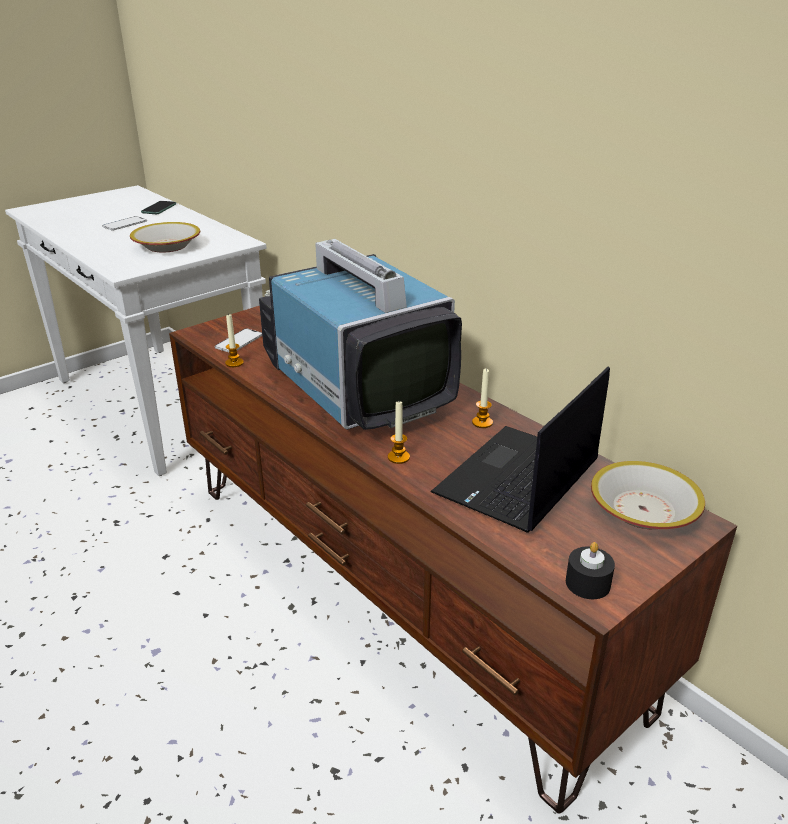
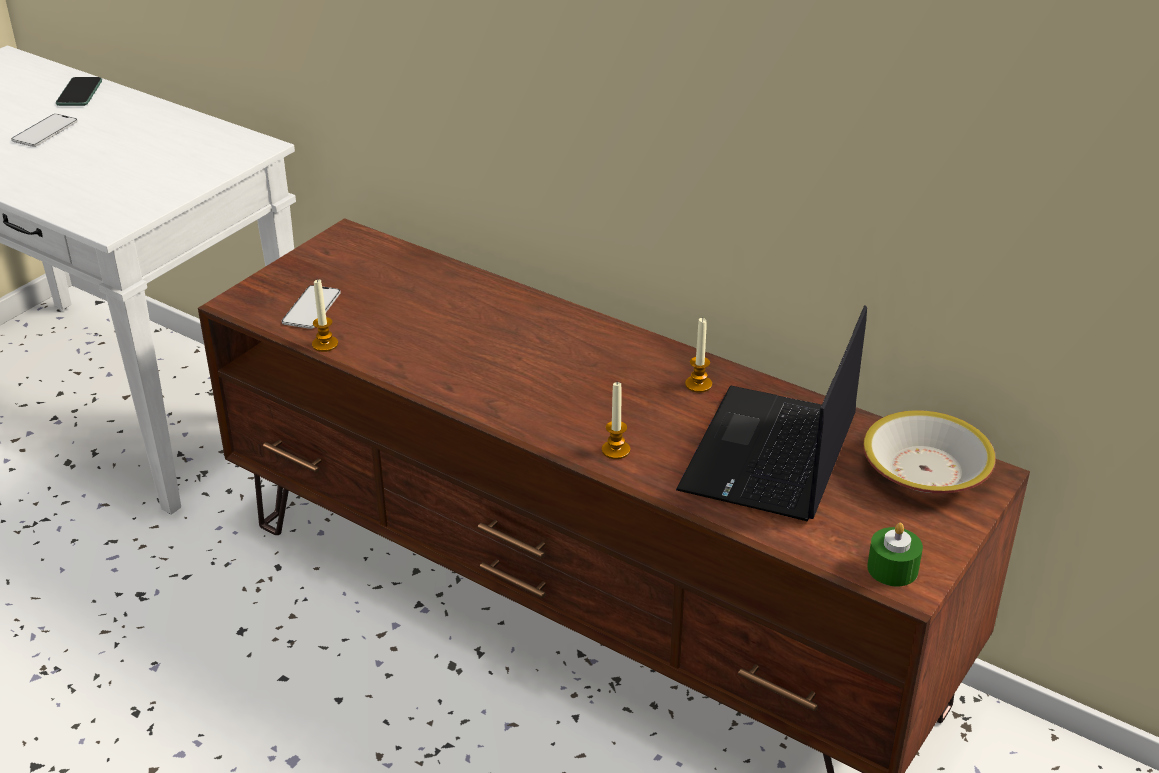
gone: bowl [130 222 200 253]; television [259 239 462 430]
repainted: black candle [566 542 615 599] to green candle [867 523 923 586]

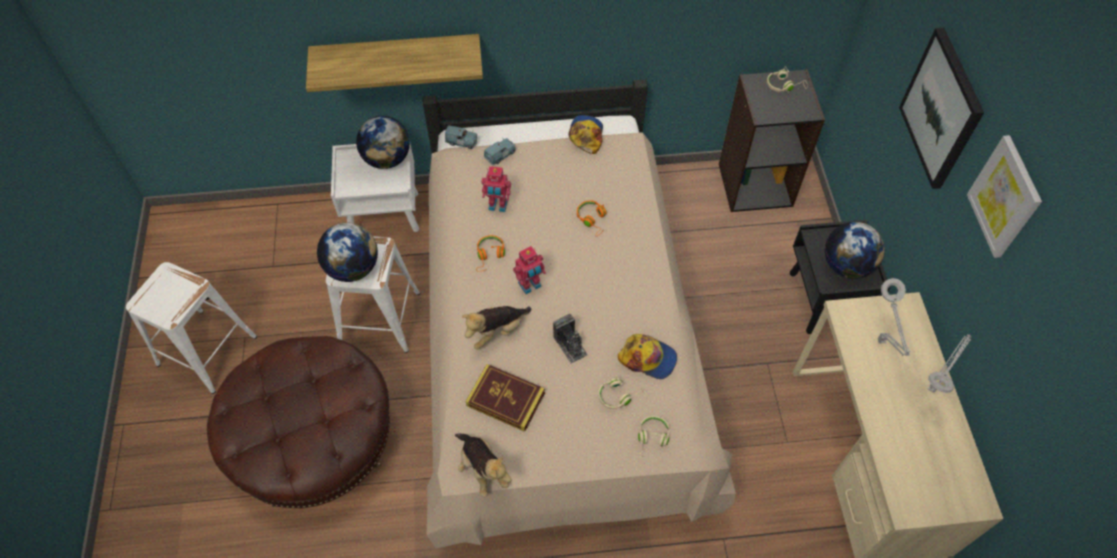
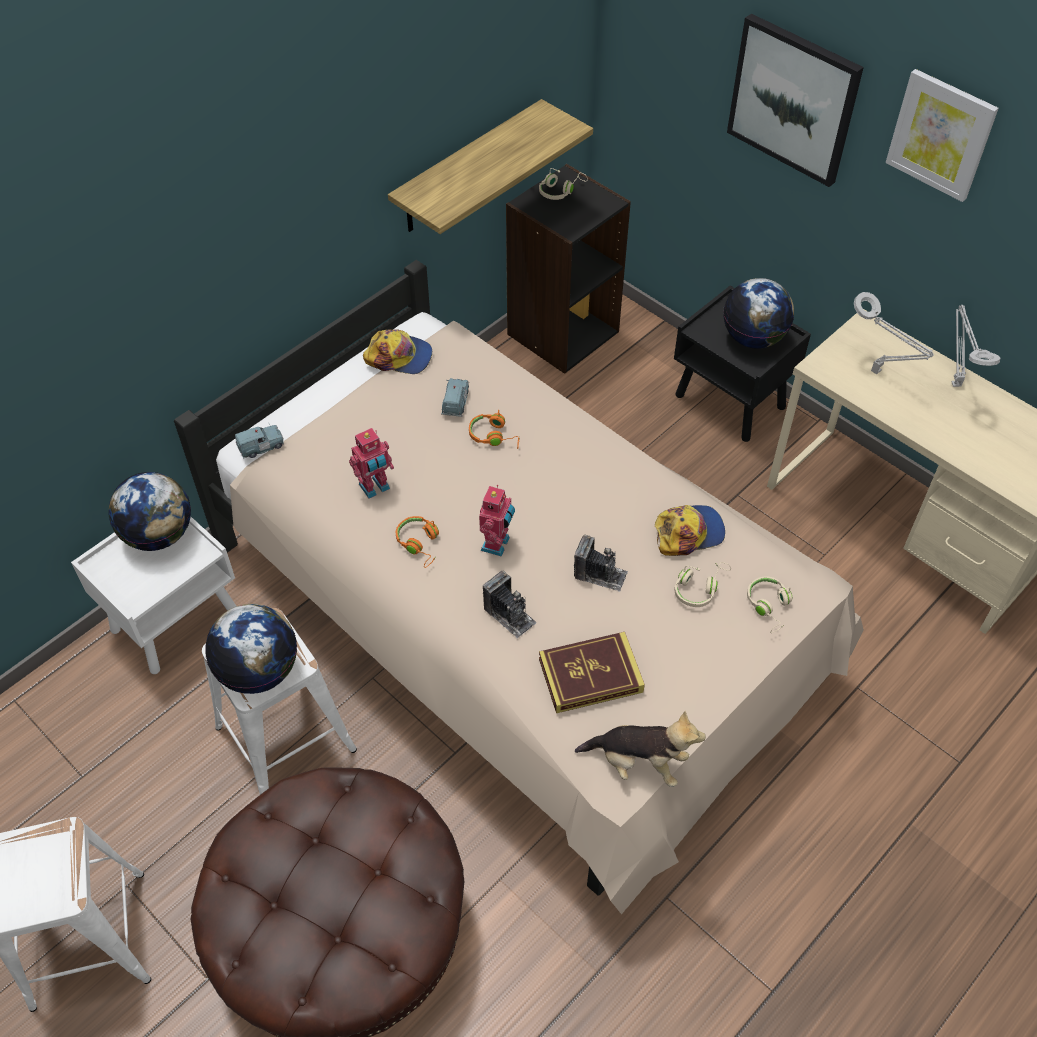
shifted: shelf [306 34 483 92] to [388 99 593 234]; blue toy car [484 138 516 166] to [441 378 469 417]
swapped: plush toy [462 306 531 350] to photo camera [483 571 537 639]
rotated: cap [568 115 603 154] = [363 329 432 374] 135 degrees clockwise

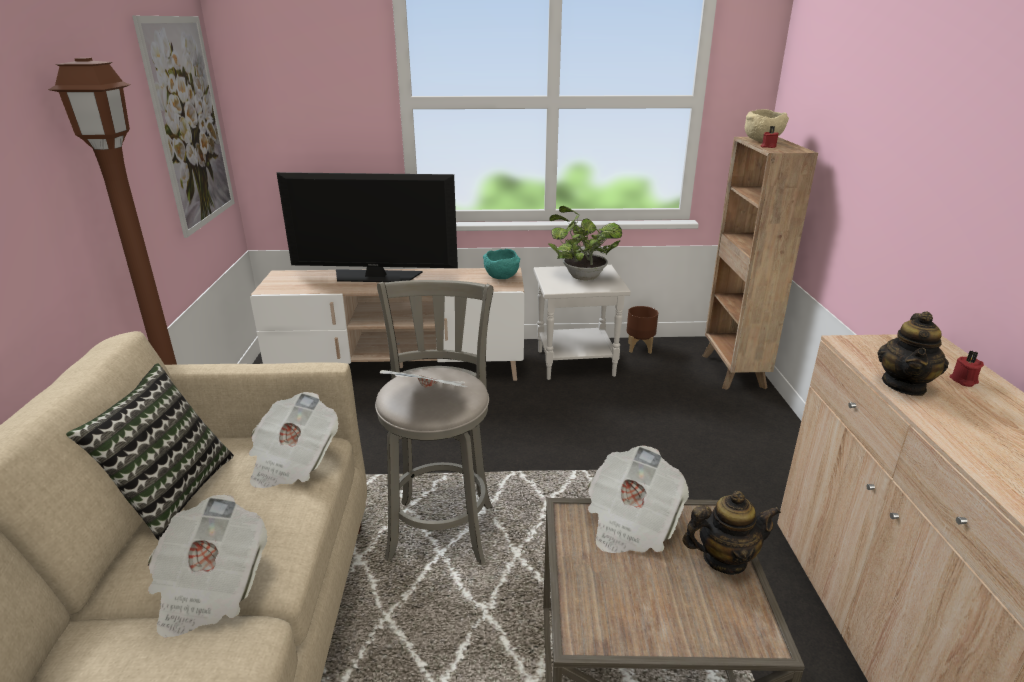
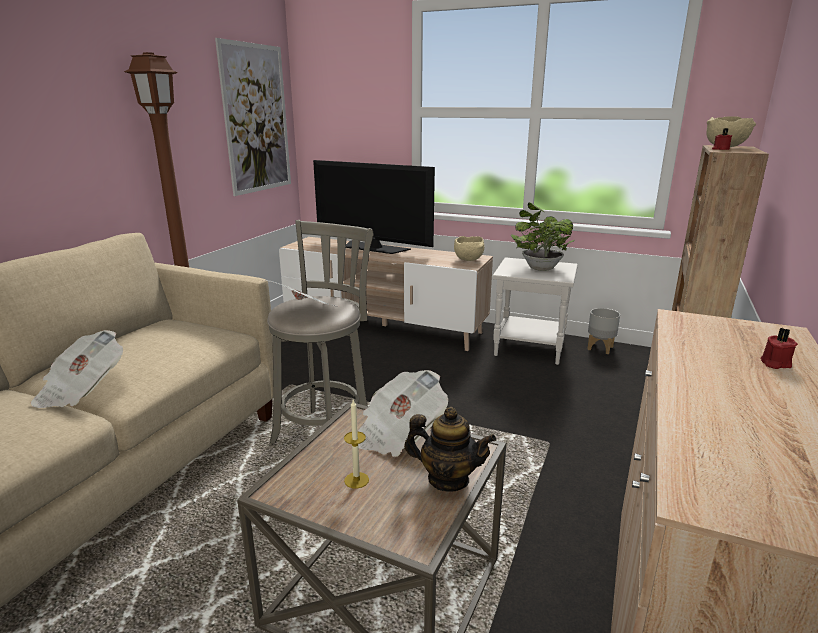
gone: pillow [66 363 234 541]; newspaper [249 392 339 488]; teapot [878 311 949 396]
new: candle [344 400 369 488]
repainted: turquoise bowl [483 249 520 279] to beige bowl [454 236 484 261]; brown planter [627 306 658 354] to grey planter [587 308 620 354]

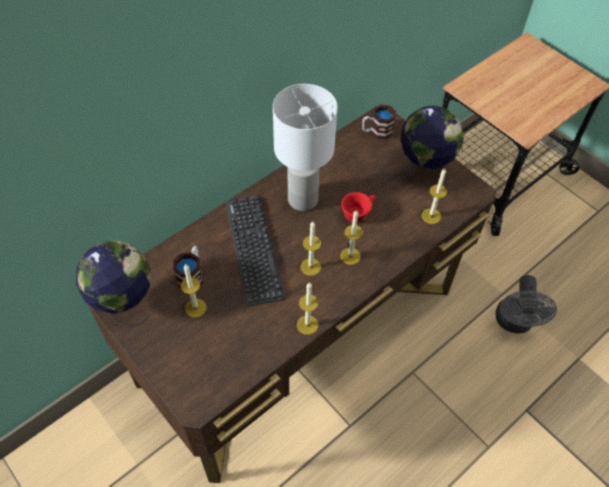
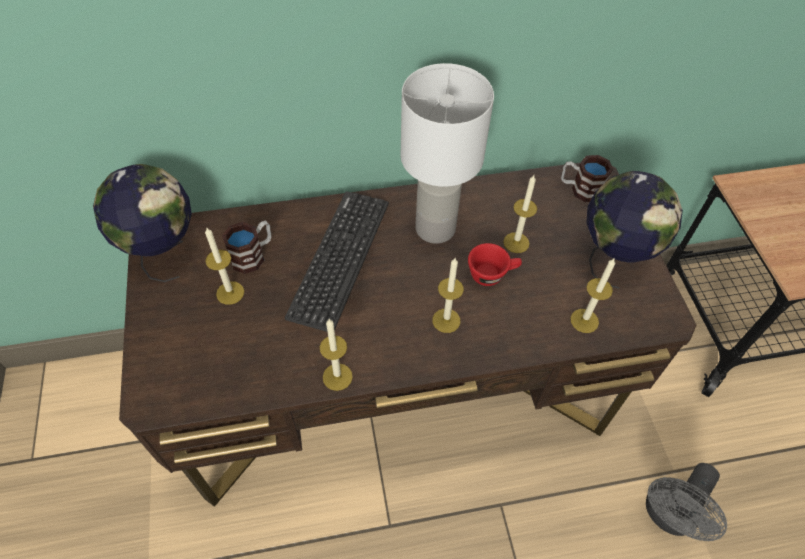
shifted: candle [300 221 321 276] to [503 175 537 253]

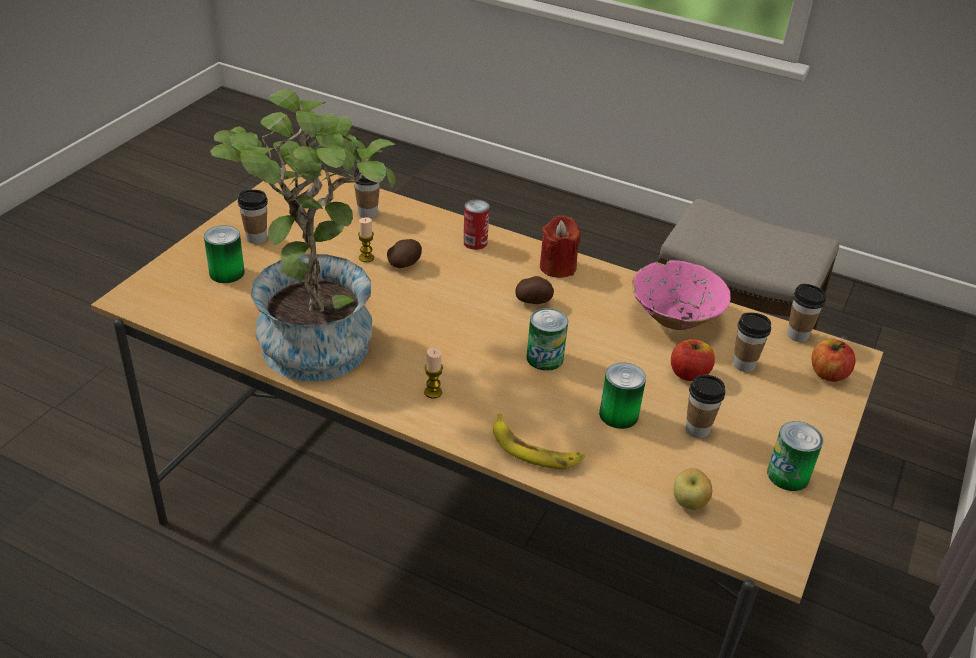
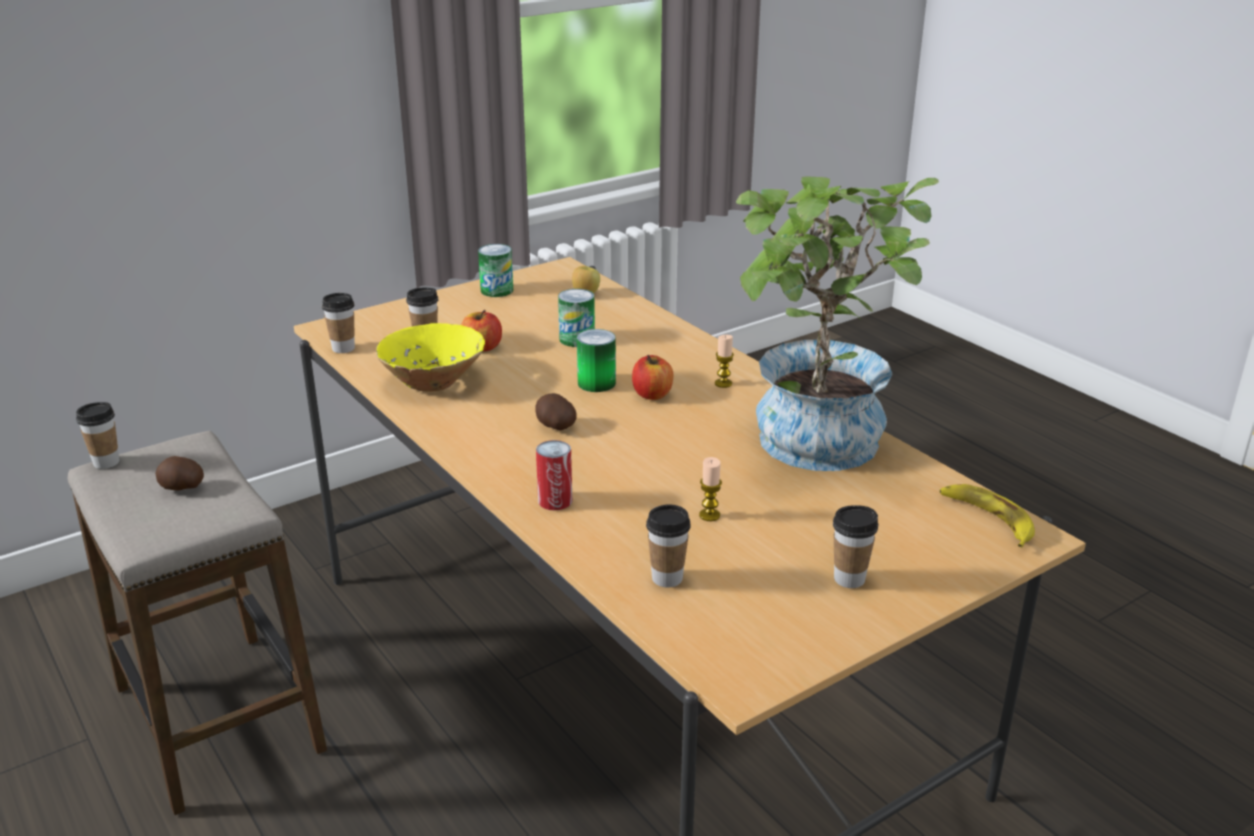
gone: can [204 225 244 283]; red candle [540 215 581 278]
shifted: potato [387 239 422 268] to [155 456 204 490]; banana [493 414 585 469] to [939 484 1035 548]; cup [685 375 725 438] to [76 402 119 469]; apple [812 339 855 382] to [632 355 673 400]
repainted: pink bowl [632 260 731 330] to yellow bowl [375 323 485 392]

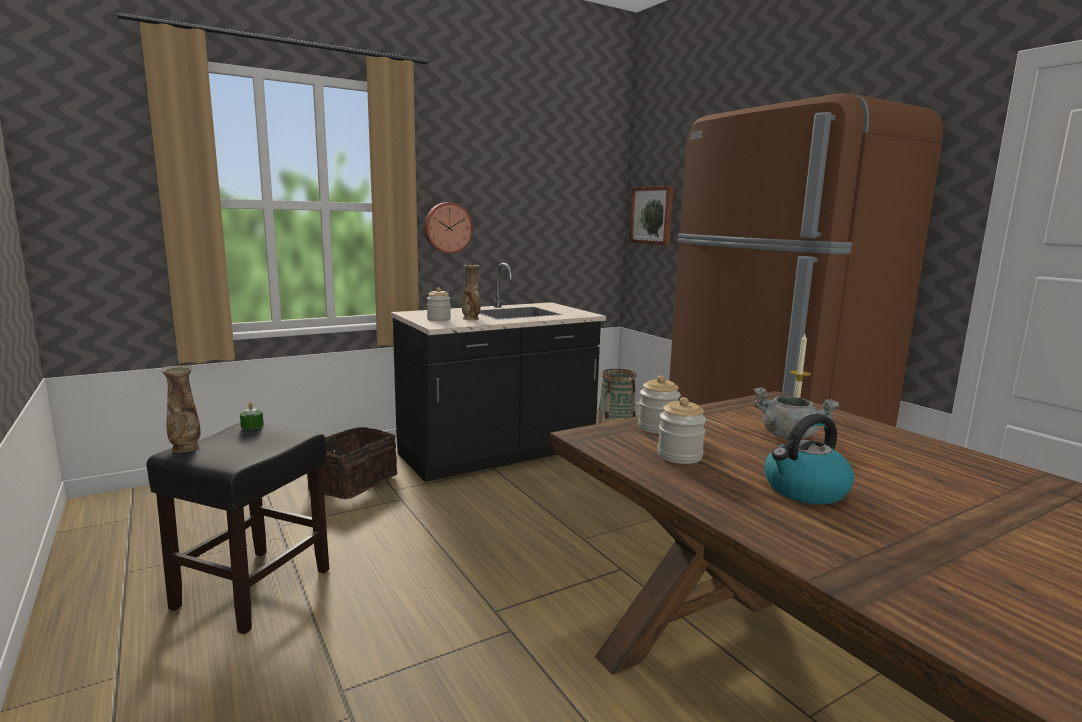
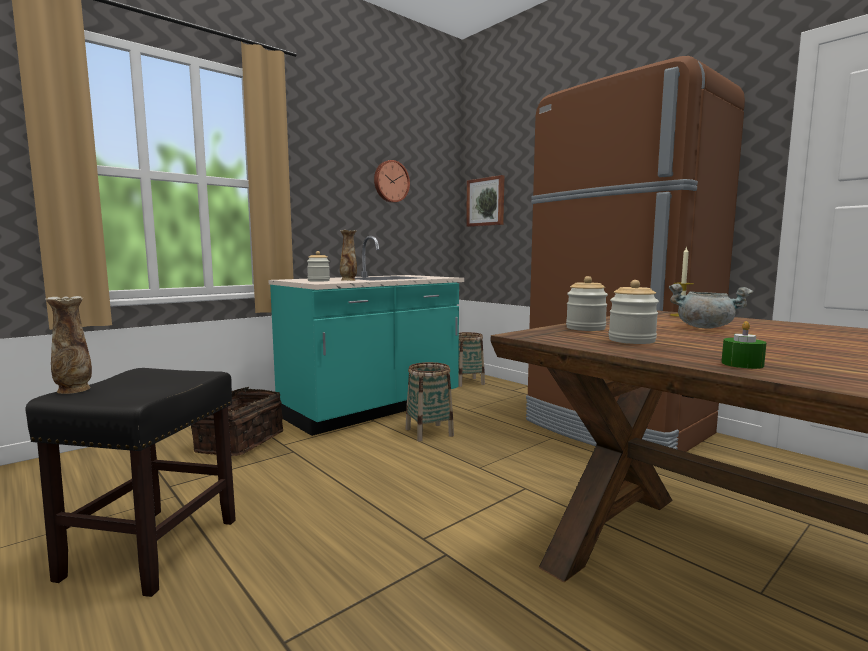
gone: kettle [764 414 854 504]
new: basket [406 362 454 442]
shifted: green candle [240 402 264 430] to [721 321 767 369]; wall clock [424 202 473 254] to [374 160 410 203]
repainted: black counter [391 263 606 482] to turquoise counter [269 236 464 436]

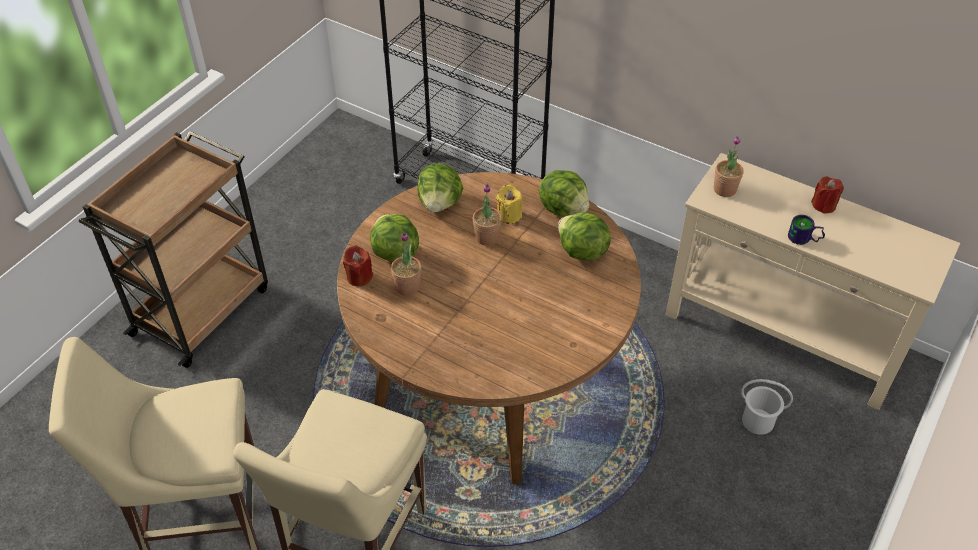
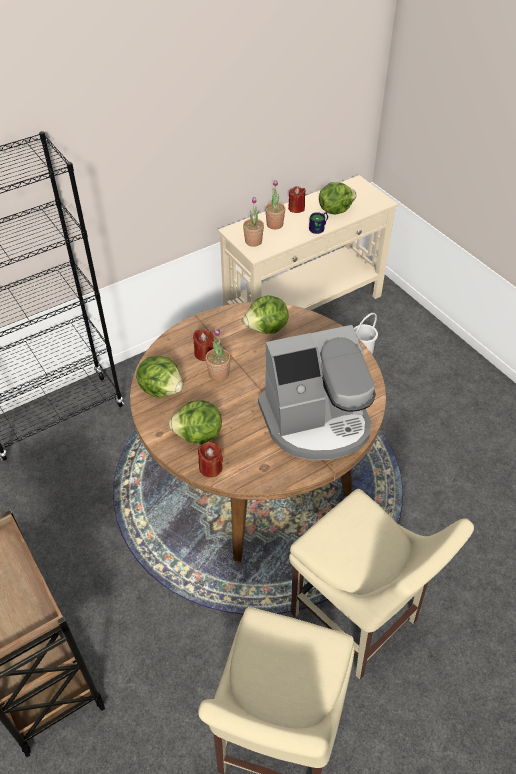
new: coffee machine [258 325 376 460]
shifted: potted plant [391 232 422 296] to [265 180 285 229]; lettuce [539 170 589 216] to [319 182 357 214]
repainted: yellow candle [496 185 522 224] to red candle [193 329 214 361]

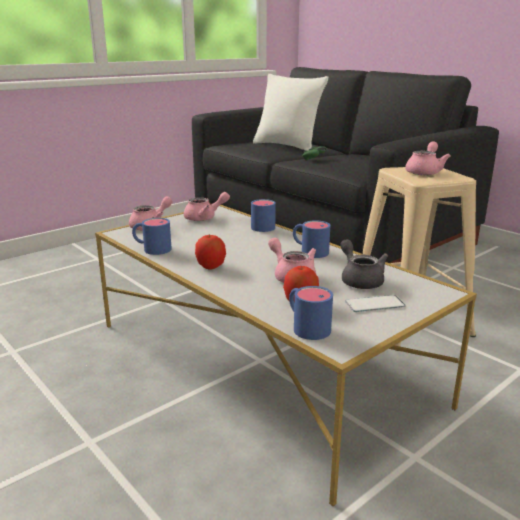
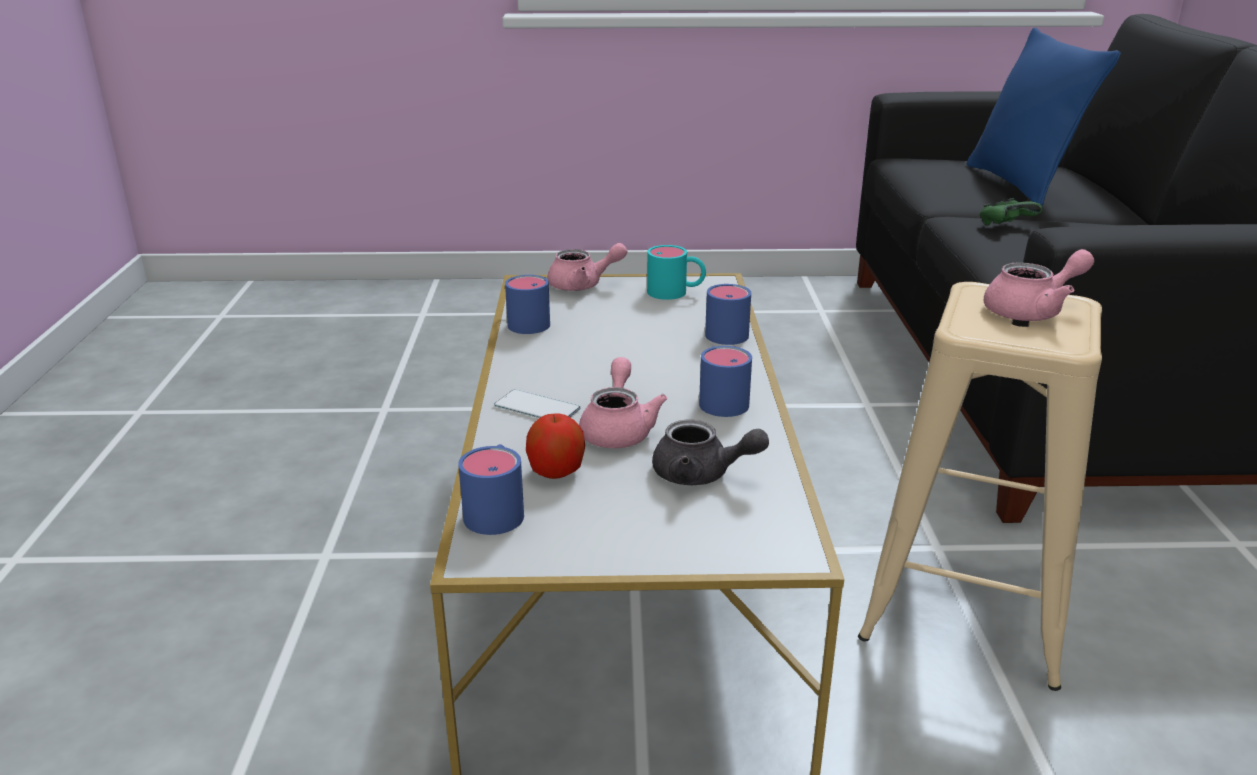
gone: apple [195 235 226 269]
shifted: phone [345 295 406 312] to [494 390 581 418]
swapped: pink teapot [184 192 230 221] to turquoise mug [647 245 706 300]
repainted: white pillow [253 74 328 151] to blue pillow [966 28 1121 205]
rotated: grey teapot [340 239 388 289] = [652 419 769 485] 90 degrees clockwise

